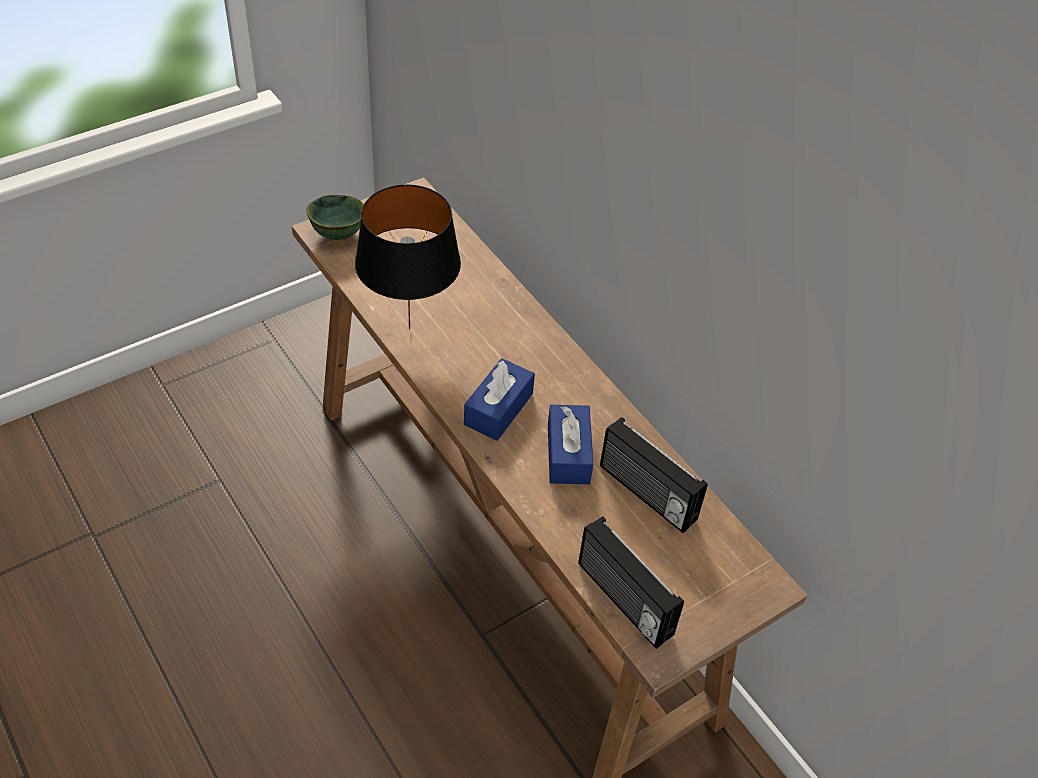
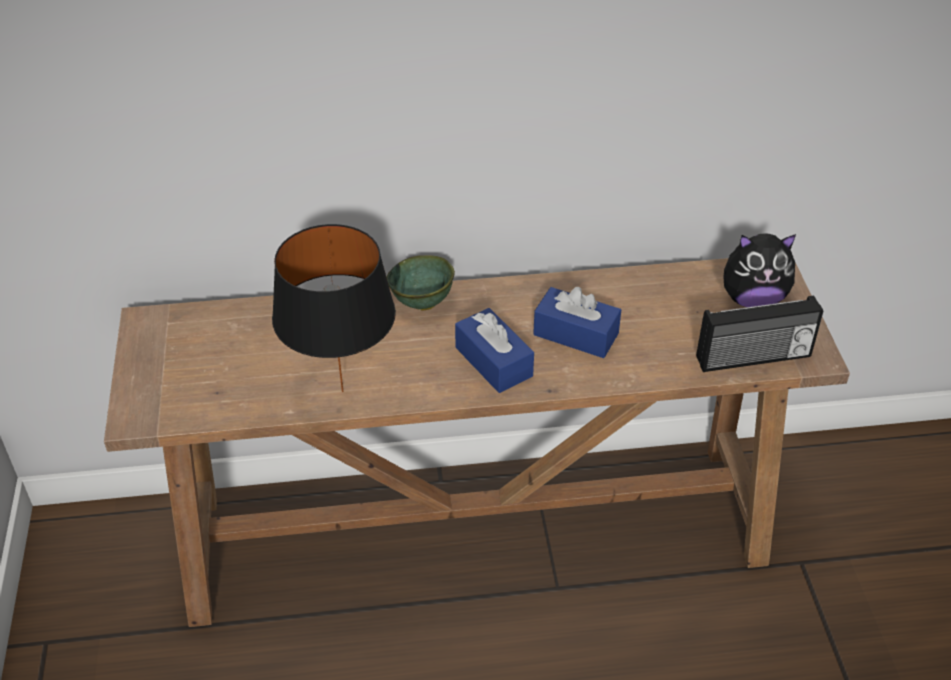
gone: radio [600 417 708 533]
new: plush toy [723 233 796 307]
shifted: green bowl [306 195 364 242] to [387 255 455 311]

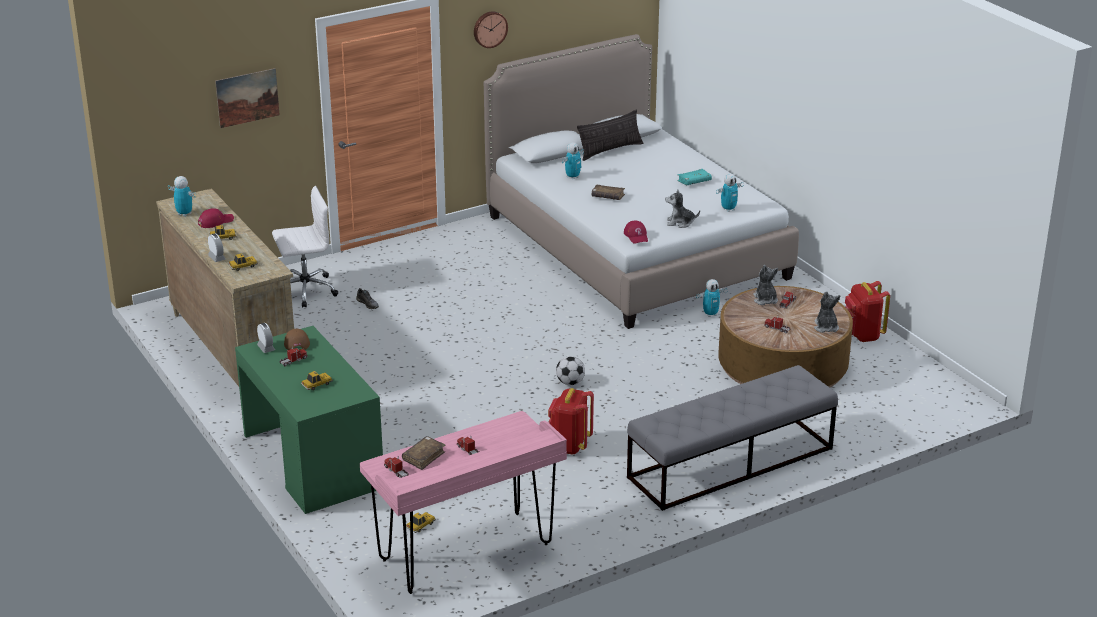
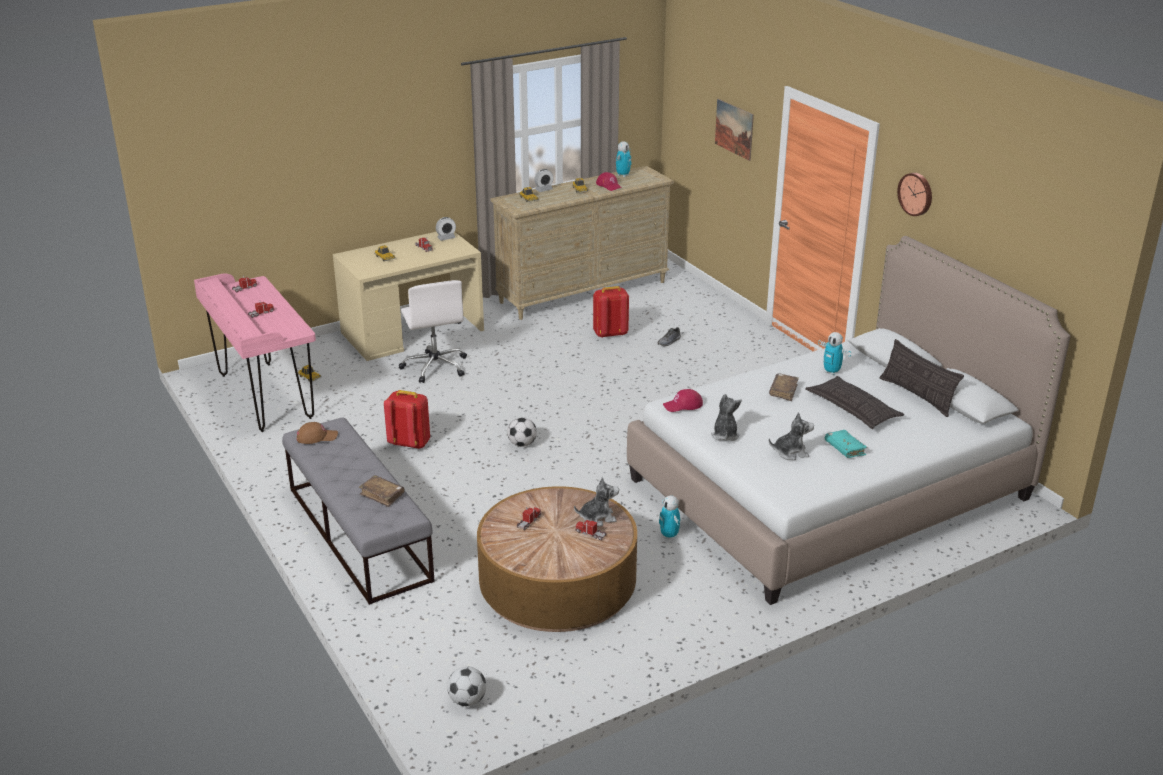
gone: toy robot [716 174 744 212]
new: football [447 666 486 706]; pillow [805 376 904 429]
shifted: white office chair [272 186 338 308] to [398 280 467 383]; brown cap [284 329 310 350] to [297 422 338 444]; brown book [402 436 445 470] to [359 475 405 507]; plush toy [814 291 841 333] to [769 412 814 460]; red backpack [845 281 890 342] to [593 286 629 338]
repainted: green desk [235 326 383 514] to beige desk [333 232 484 361]

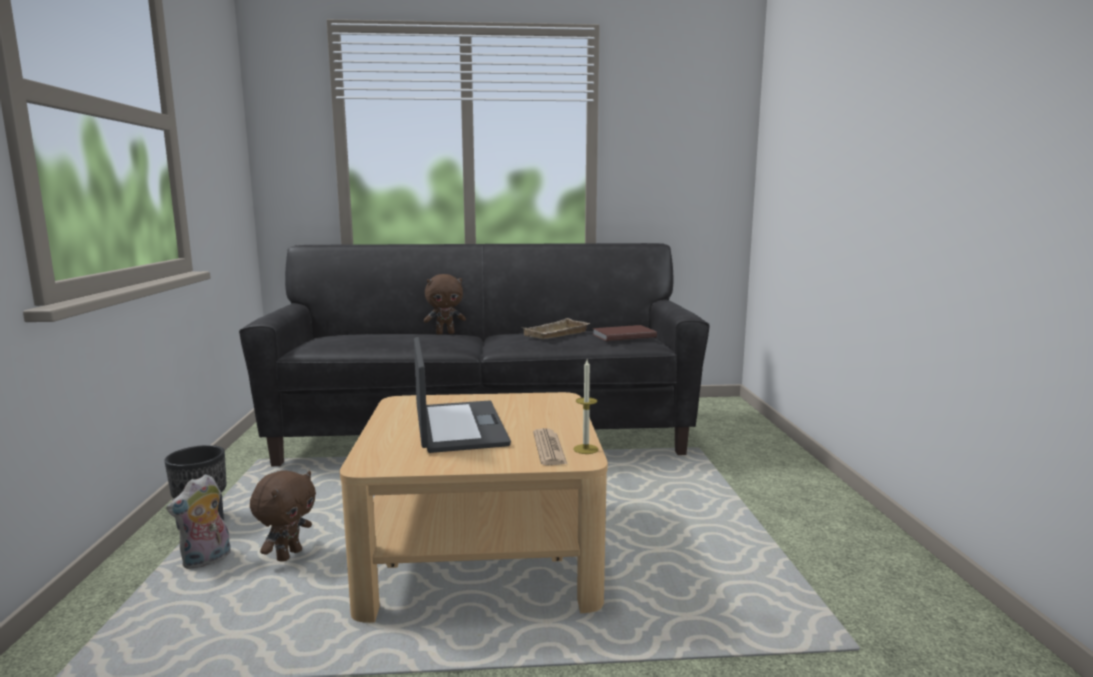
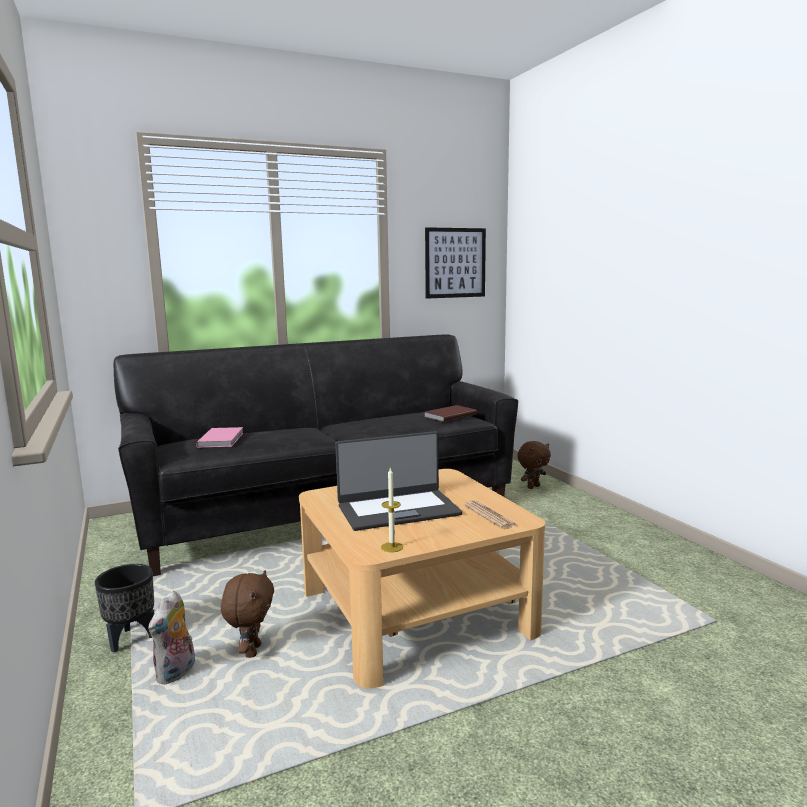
gone: beige tray [523 318 590 339]
new: pink book [196 427 243 447]; picture [425 227 486 299]
shifted: brown plush toy [424 274 466 334] to [517 441 551 489]; candle [574 360 598 454] to [381 468 403 552]
rotated: laptop [414 337 511 453] = [335 431 462 531] 105 degrees clockwise

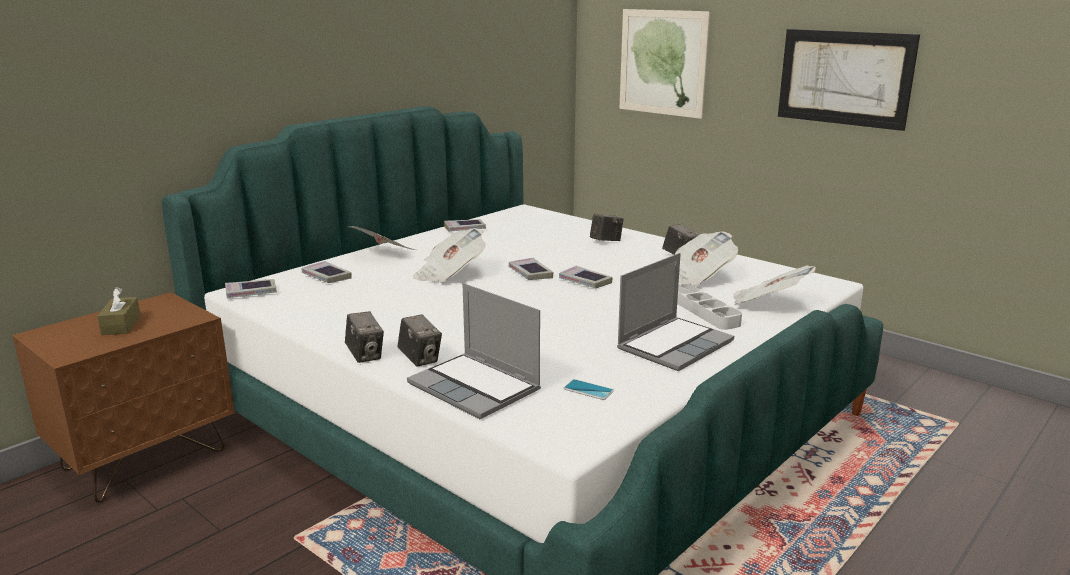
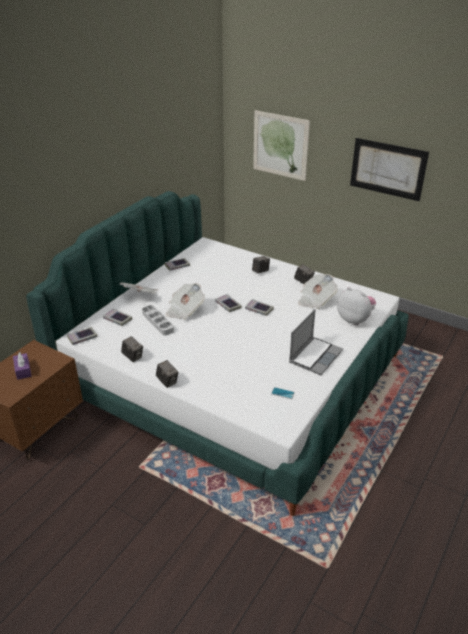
gone: laptop [407 283 541 419]
shifted: photo camera [398 314 442 367] to [121 336 143 362]; grey tray [677 284 742 330] to [142 305 174 336]
swapped: newspaper [733 265 816 305] to plush toy [337 287 376 325]
repainted: brown tissue box [97 287 140 335] to purple tissue box [13 352 31 380]

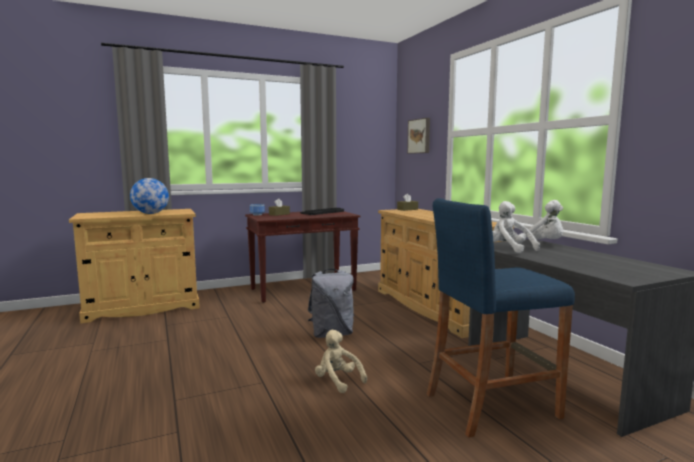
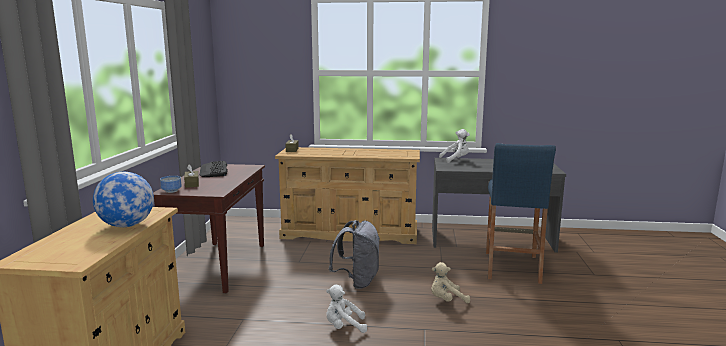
gone: picture [407 118 430 154]
shifted: white plush toy [493 201 540 253] to [326 285 367 333]

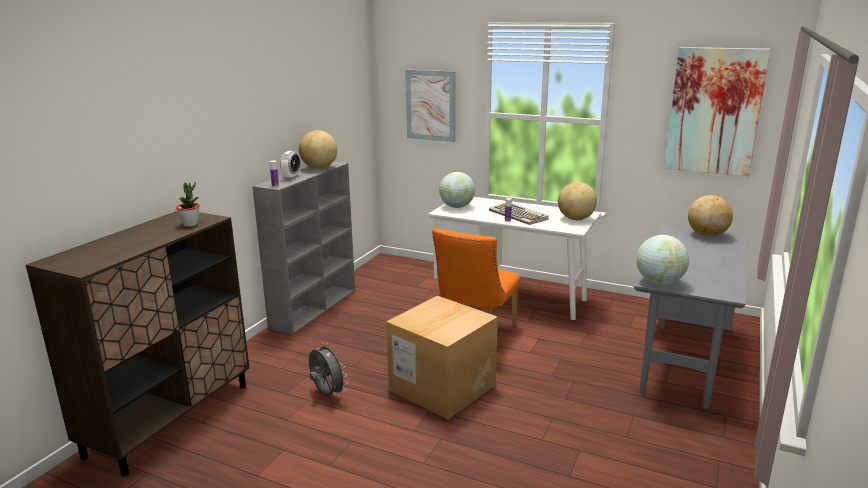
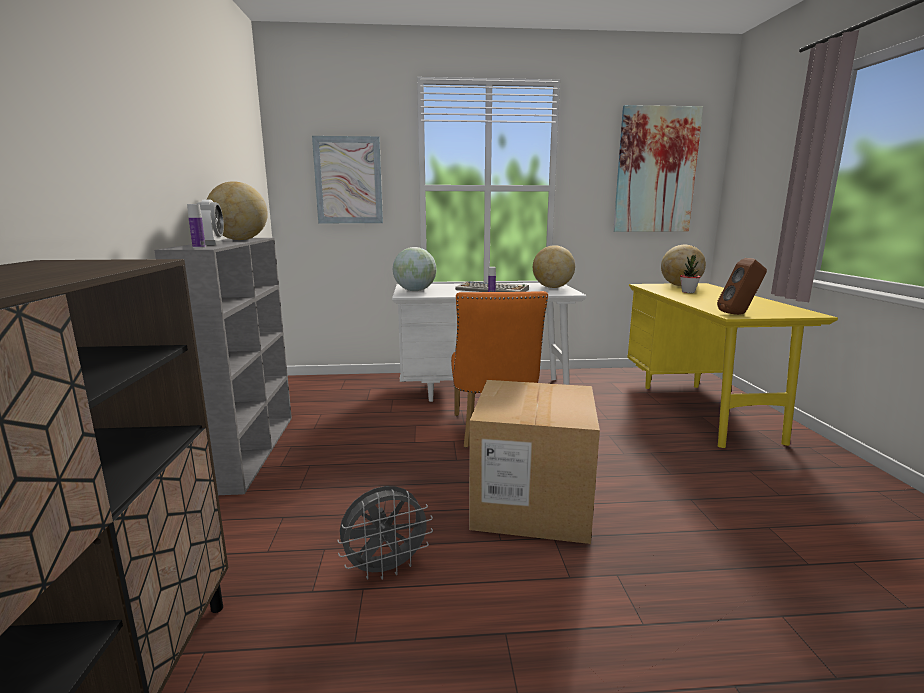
shifted: potted plant [176 182 200 227] to [680 255 701 293]
swapped: globe [637 235 689 285] to brown speaker [717 258 767 315]
repainted: grey desk [634 224 749 409] to yellow desk [627 283 838 448]
rotated: grey fan [309 343 347 397] = [337 486 433 580] 135 degrees clockwise

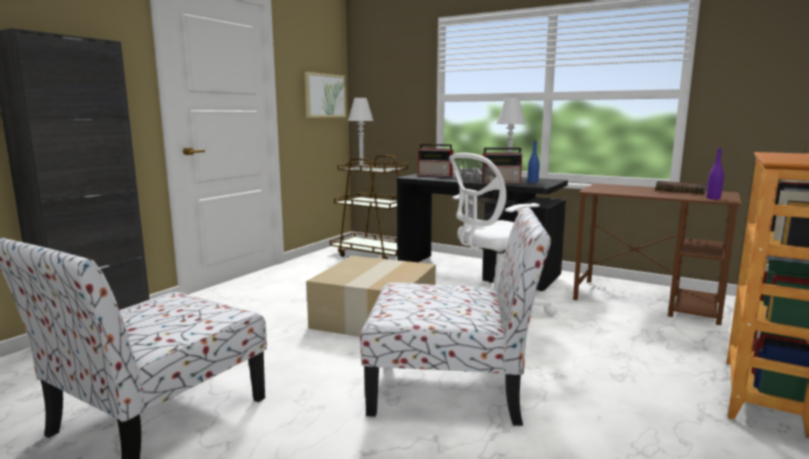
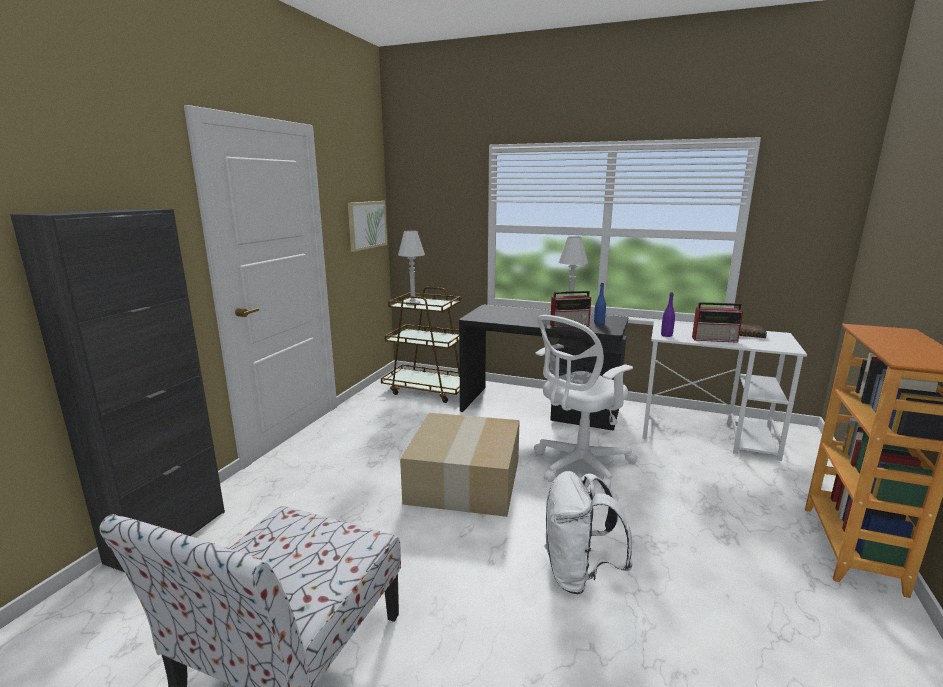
shifted: radio [418 144 453 177] to [692 302 743 343]; purple bottle [706 148 724 199] to [661 292 675 337]
swapped: chair [360 207 551 426] to white backpack [544 471 633 594]
repainted: brown desk [573 183 741 325] to white desk [643 321 807 461]

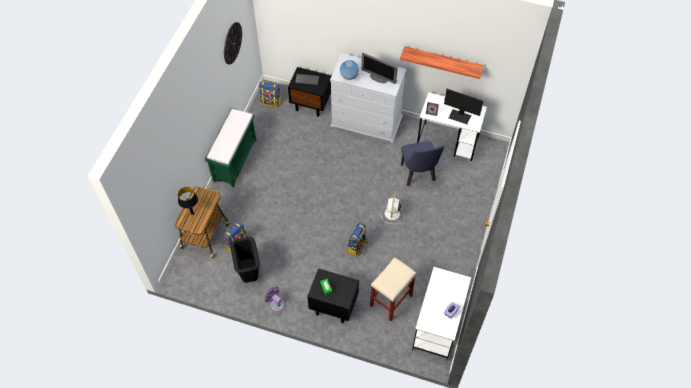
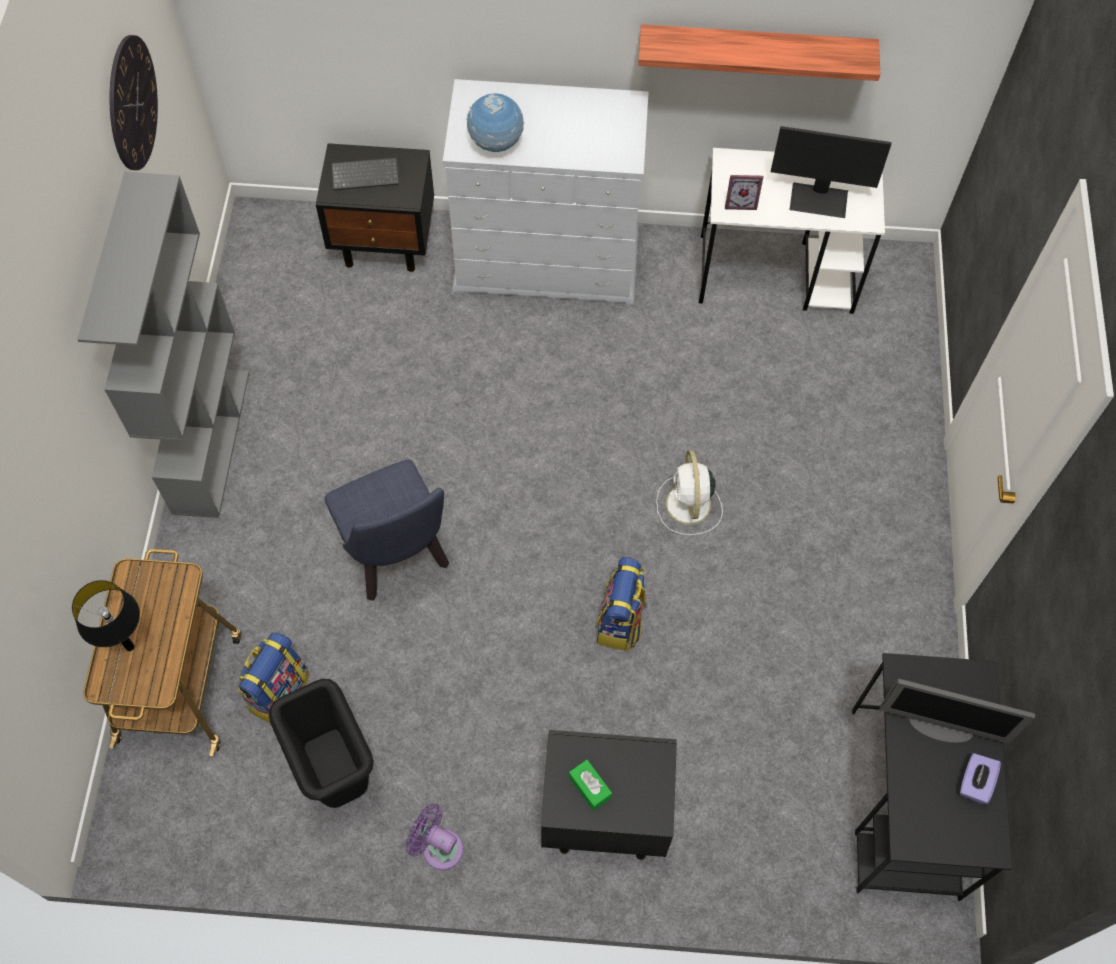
gone: backpack [259 81 281 108]; beige stool [370 257 416 321]
shifted: monitor [362 53 398 84] to [879 679 1036 744]; blue chair [401 141 444 186] to [325 459 449 601]
swapped: green bench [205 108 256 187] to grey bookcase [77 172 249 518]
repainted: white desk [412 267 471 361] to black desk [852 653 1012 901]

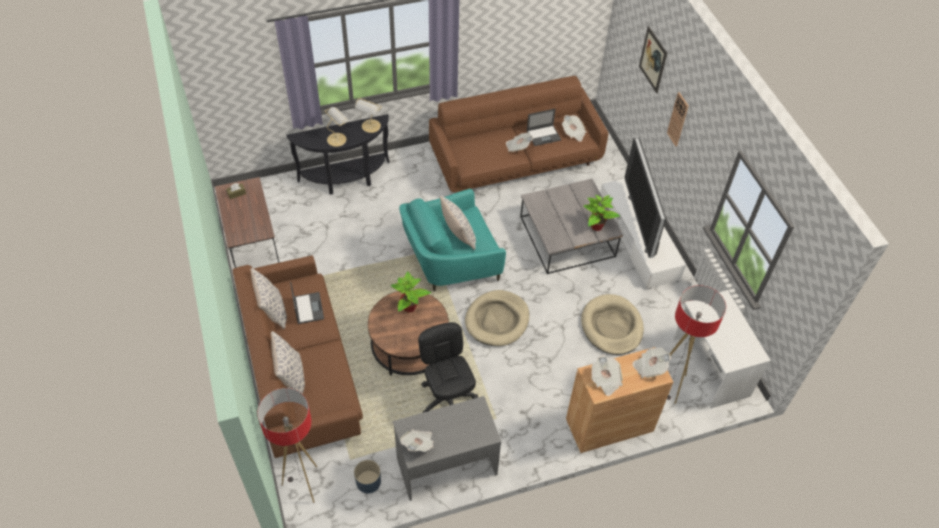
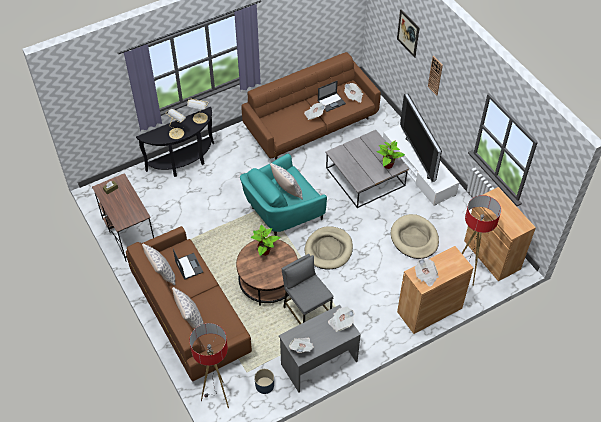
shifted: newspaper [632 347 671 378] to [328 306 355 332]
swapped: black office chair [418 322 478 413] to grey stool [282 254 334 324]; white desk [673 290 771 408] to brown cabinet [464 187 536 281]

